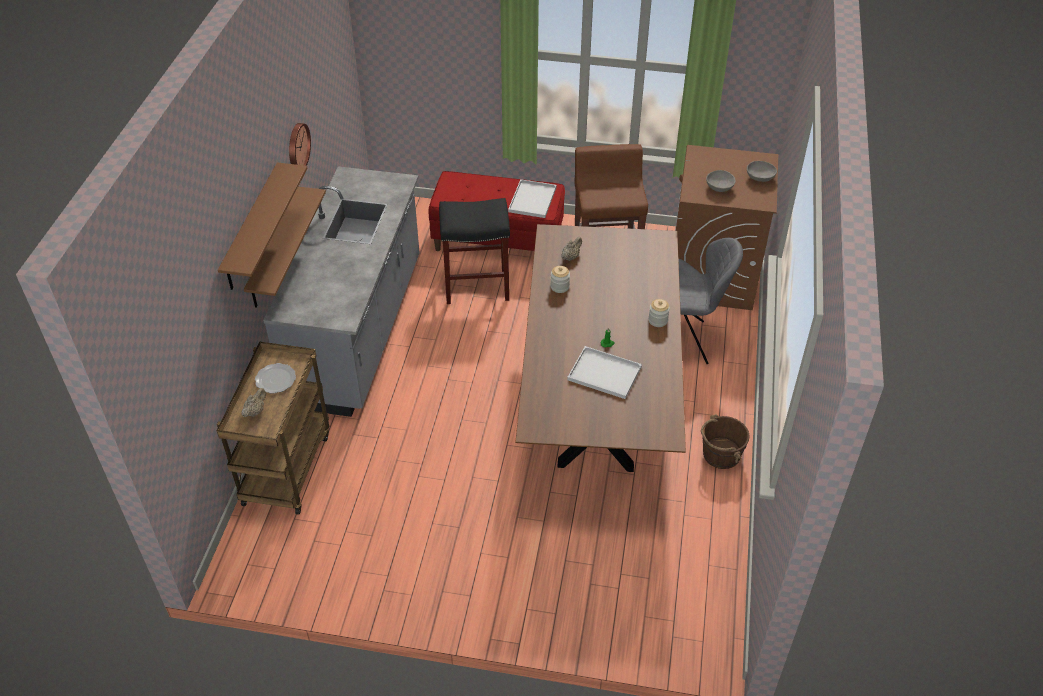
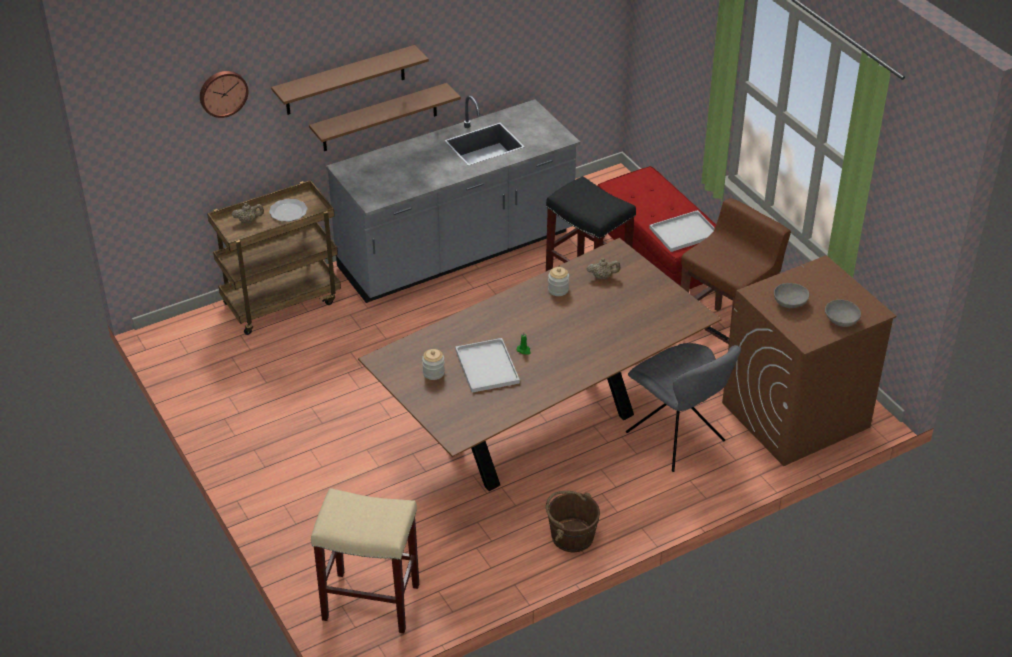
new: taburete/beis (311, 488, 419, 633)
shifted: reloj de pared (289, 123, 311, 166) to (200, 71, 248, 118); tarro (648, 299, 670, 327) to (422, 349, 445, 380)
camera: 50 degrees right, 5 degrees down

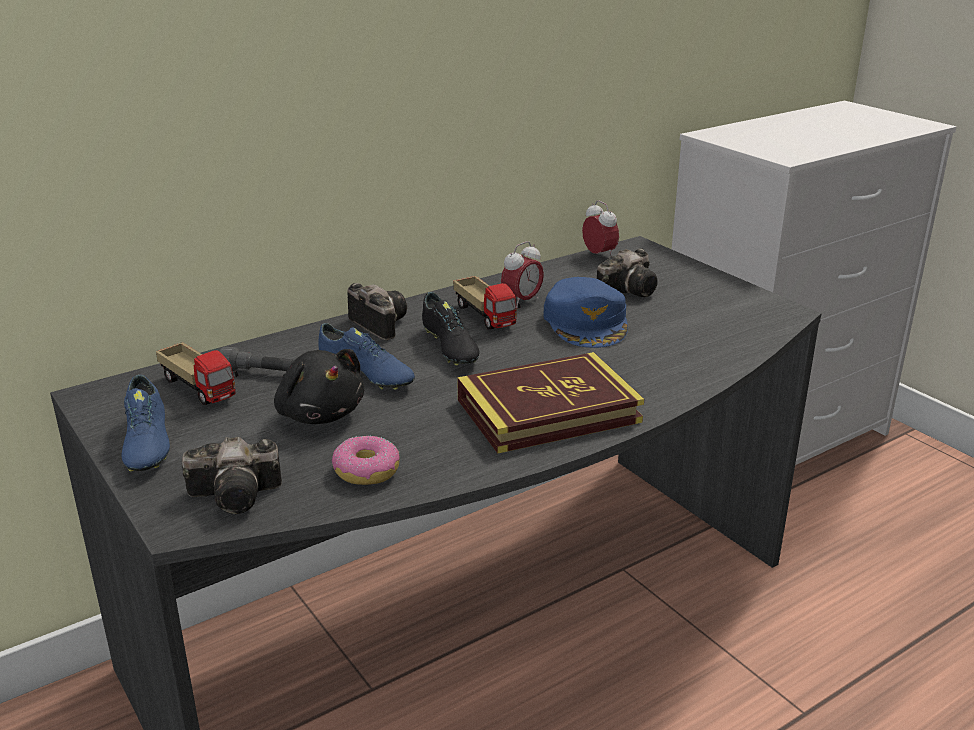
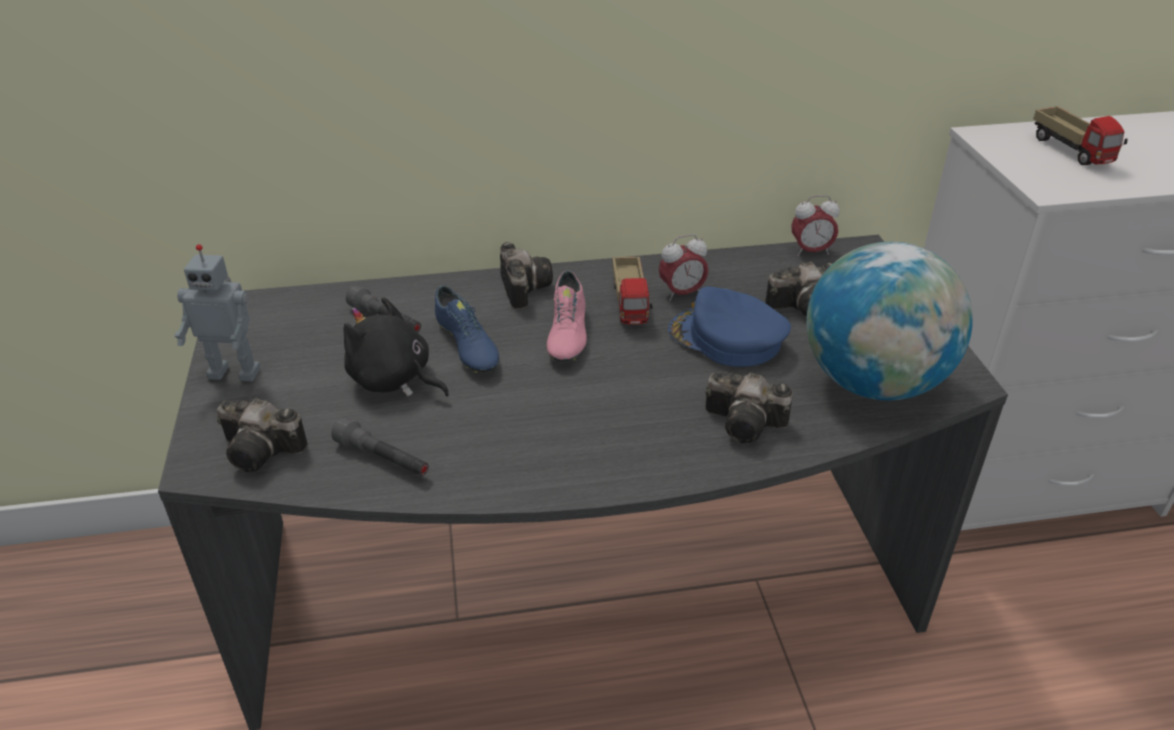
gone: libro (457, 352, 644, 453)
new: cámara (706, 372, 793, 443); globo terráqueo (806, 242, 973, 401)
shifted: camión de juguete (156, 342, 238, 405) to (1033, 106, 1128, 165)
swapped: zapato/azul (122, 375, 170, 472) to robot de juguete (174, 244, 260, 381); rosquilla (332, 436, 400, 485) to linterna/gris (331, 417, 429, 476)
repainted: zapato/negro (422, 292, 479, 366) to zapato/rosa (547, 270, 587, 361)
rotated: peluche/negro (274, 349, 364, 424) = (343, 297, 449, 397) 135 degrees clockwise; gorra/azul (544, 277, 628, 348) = (668, 286, 791, 367) 105 degrees clockwise; despertador (582, 200, 619, 256) = (791, 195, 840, 256) 90 degrees clockwise
camera: 25 degrees right, 10 degrees up

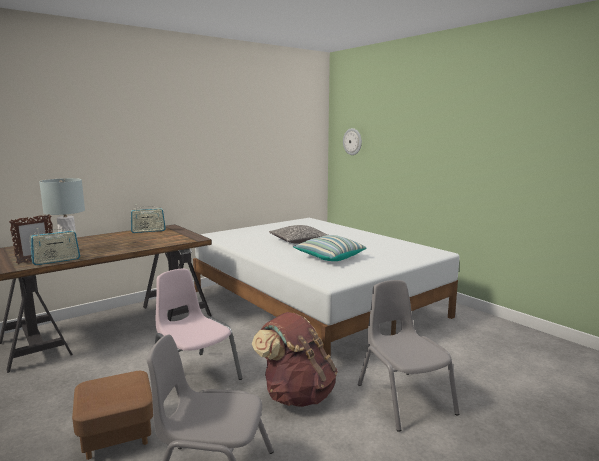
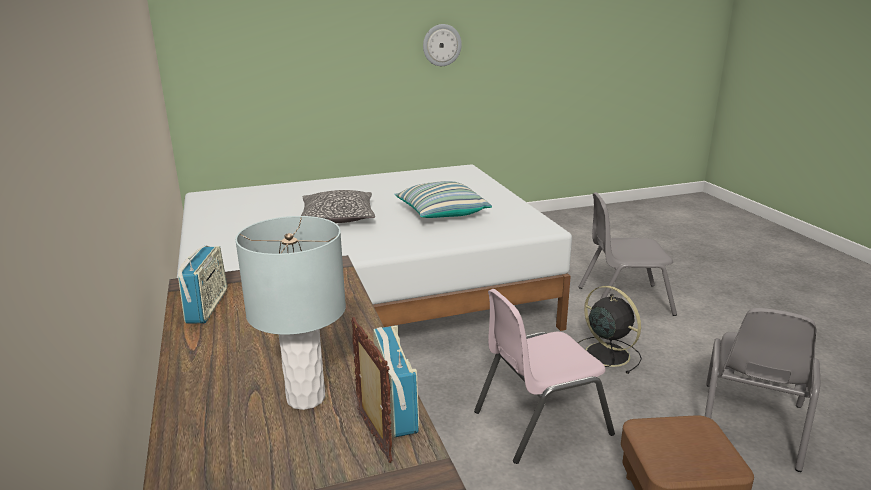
shifted: reloj de pared (343, 128, 362, 155) to (423, 24, 462, 66)
swapped: mochila/marrón (252, 312, 338, 407) to ventilador/negro (578, 286, 642, 374)
camera: 70 degrees left, 10 degrees up

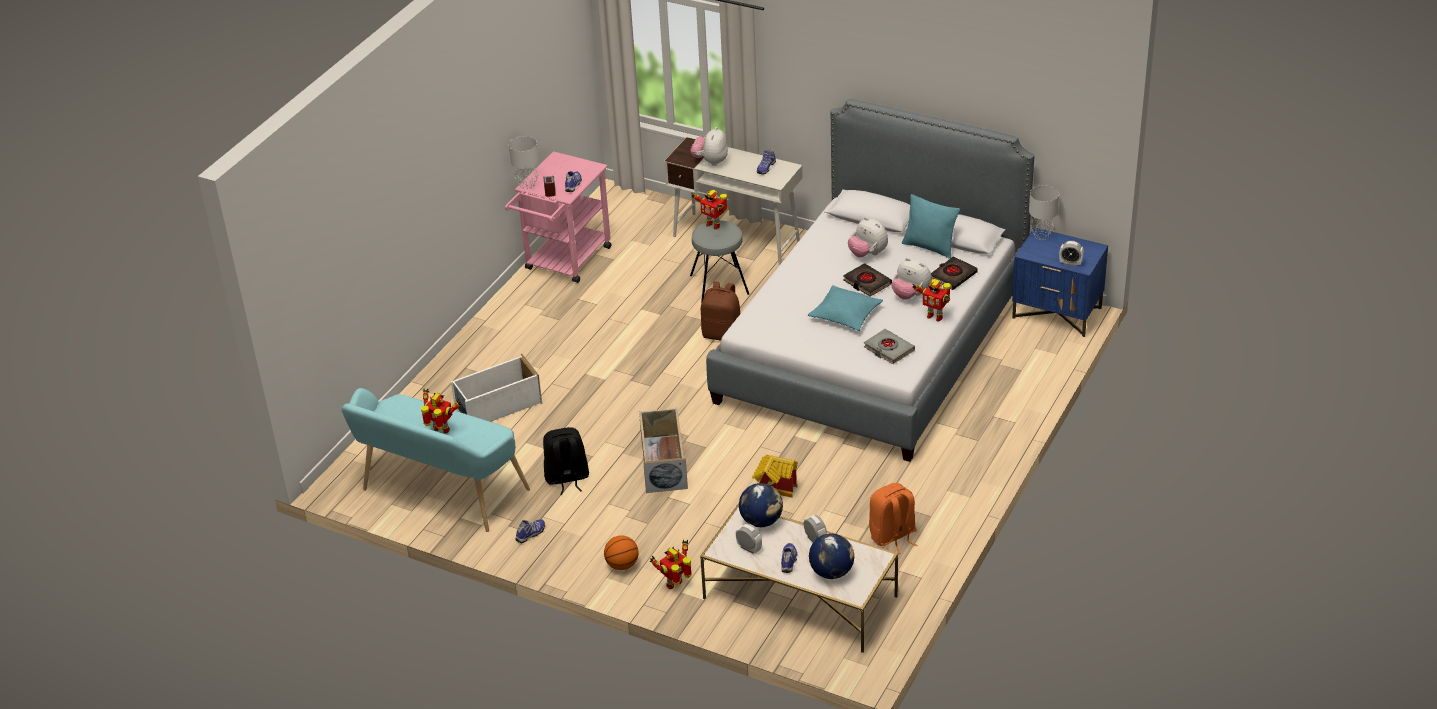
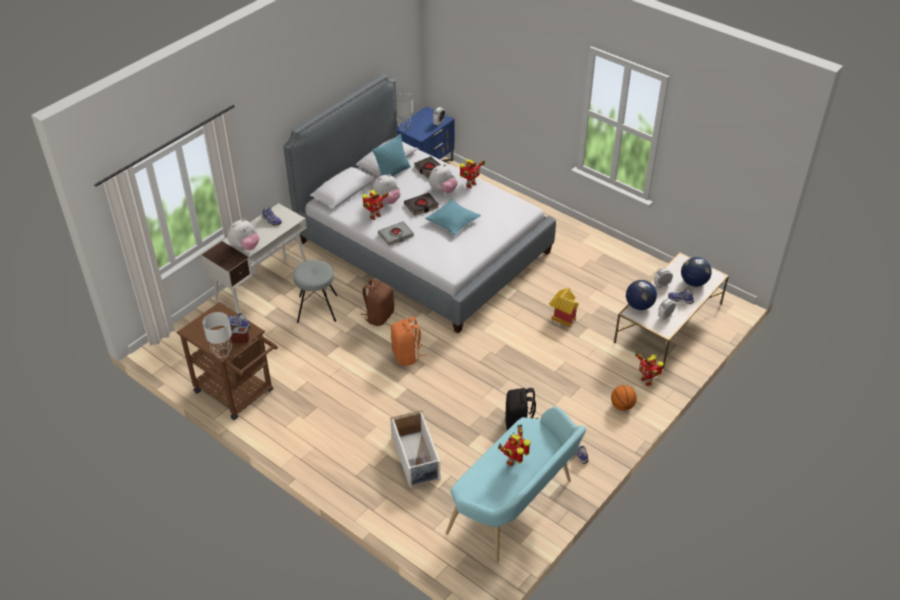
gone: caja de almacenaje/beis (639, 407, 688, 493)
shifted: robot de juguete (691, 190, 728, 229) to (362, 190, 389, 220); libro/gris (864, 329, 915, 364) to (378, 221, 414, 246); mochila/naranja (869, 483, 918, 554) to (391, 317, 426, 366)
repainted: carrito/rosa (505, 151, 611, 283) to carrito/marrón (177, 302, 278, 420)
rotated: peluche (691, 127, 728, 166) = (227, 219, 259, 250) 75 degrees counterclockwise
camera: 80 degrees left, 5 degrees up

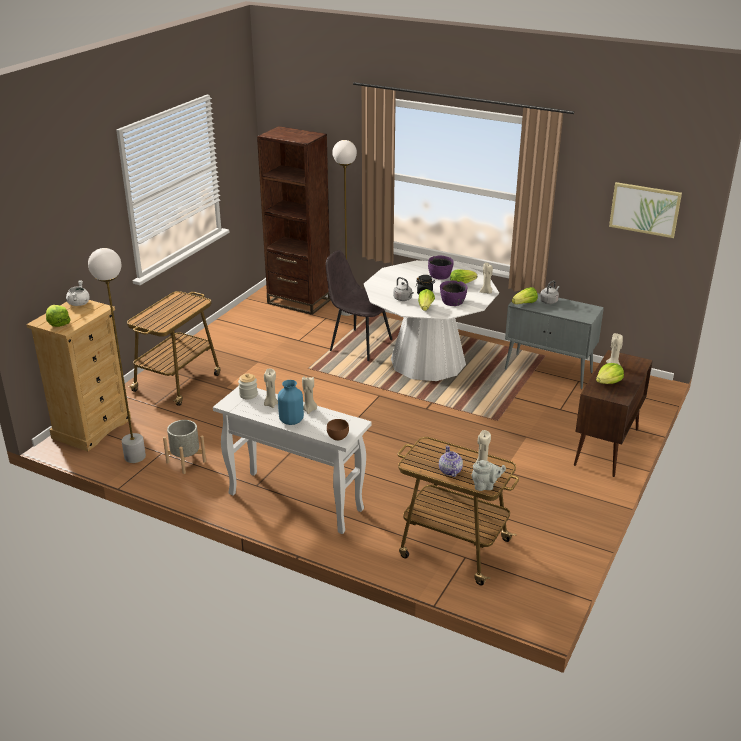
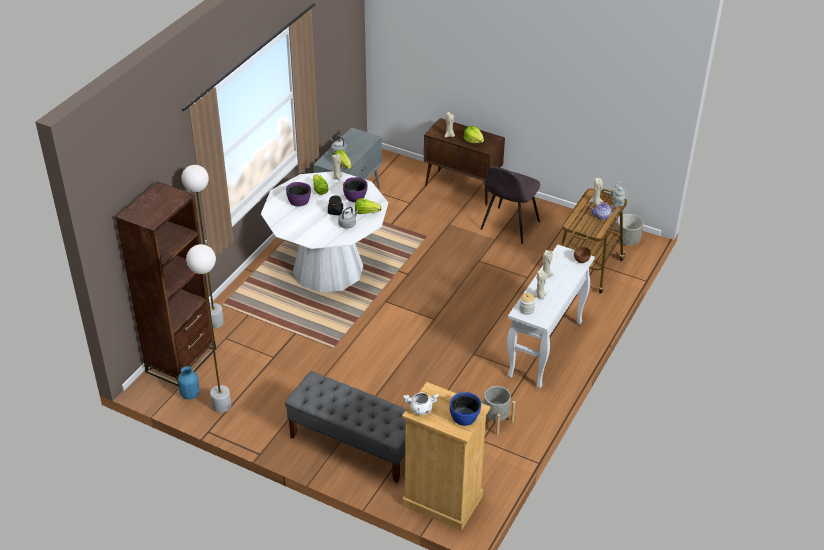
gone: cuadro (609, 182, 682, 238)
new: maceta/gris (617, 214, 644, 245)
shifted: lámpara de pie/blanco (88, 248, 146, 463) to (186, 244, 231, 413); florero/azul (278, 380, 304, 425) to (178, 366, 200, 400); silla/gris (326, 250, 392, 361) to (481, 167, 540, 244)
swapped: lechuga (46, 305, 71, 327) to cuenco/azul (450, 392, 481, 426); carrito (127, 291, 221, 406) to banco/gris (285, 371, 406, 483)
camera: 90 degrees left, 10 degrees up

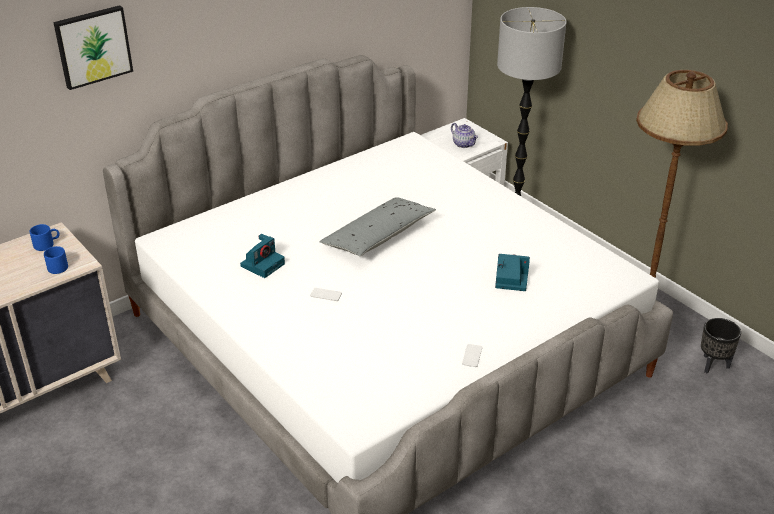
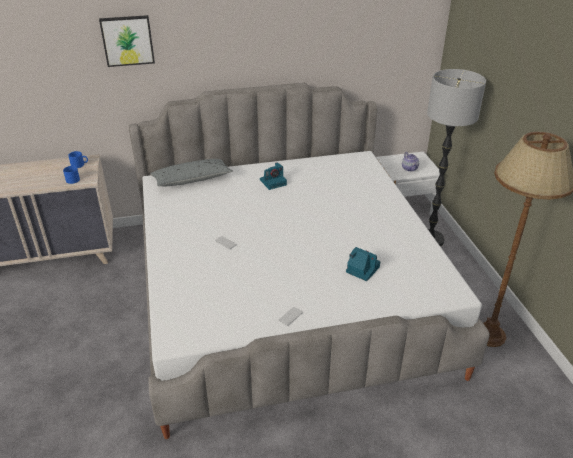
gone: maceta/negro (701, 318, 741, 374)
shifted: cámara (240, 234, 285, 278) to (260, 162, 287, 190); cojín/gris (319, 197, 436, 256) to (150, 159, 232, 187)
camera: 25 degrees right, 0 degrees up

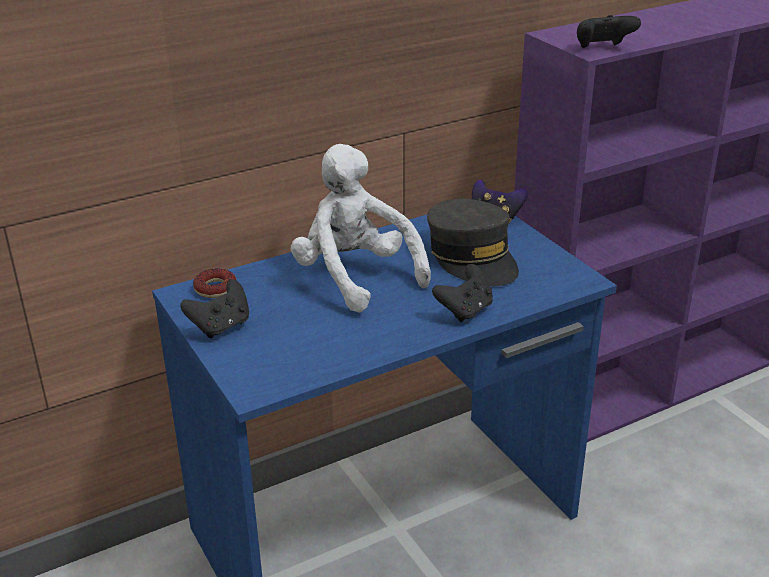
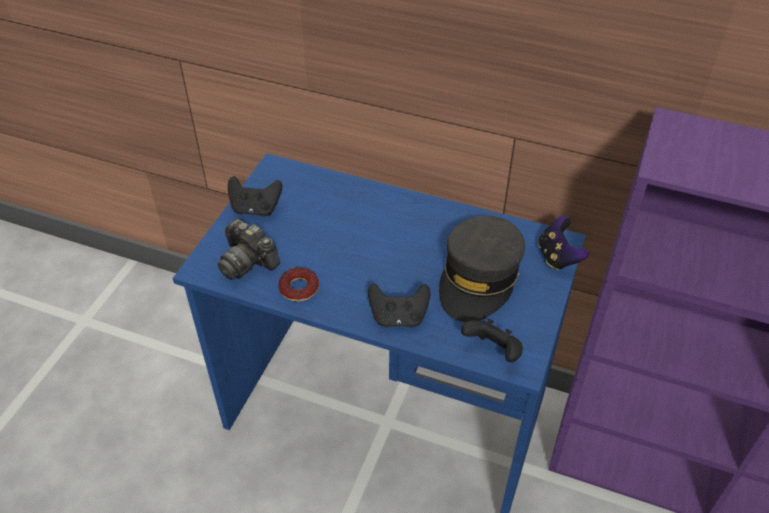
gone: peluche/blanco (291, 144, 431, 312)
new: cámara (217, 219, 280, 280)
shifted: rosquilla (193, 268, 237, 298) to (279, 267, 319, 302); mando de consola/negro (577, 15, 641, 48) to (461, 319, 523, 362)
camera: 50 degrees right, 15 degrees up

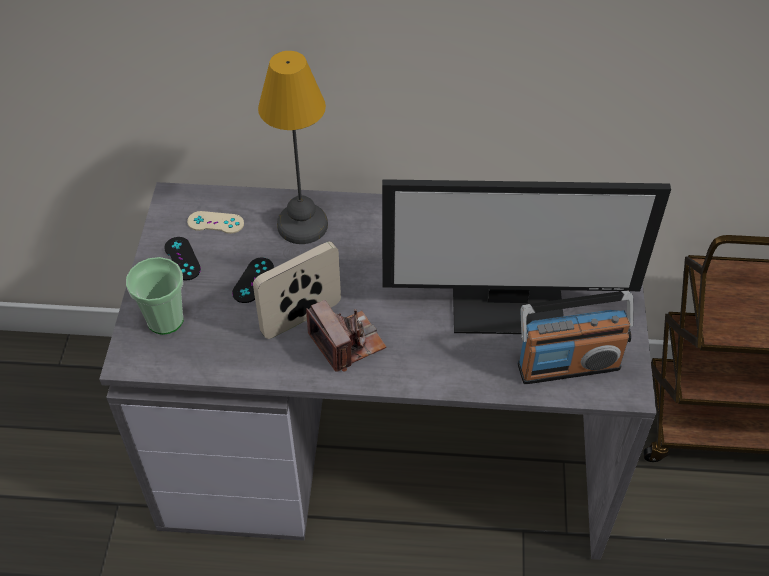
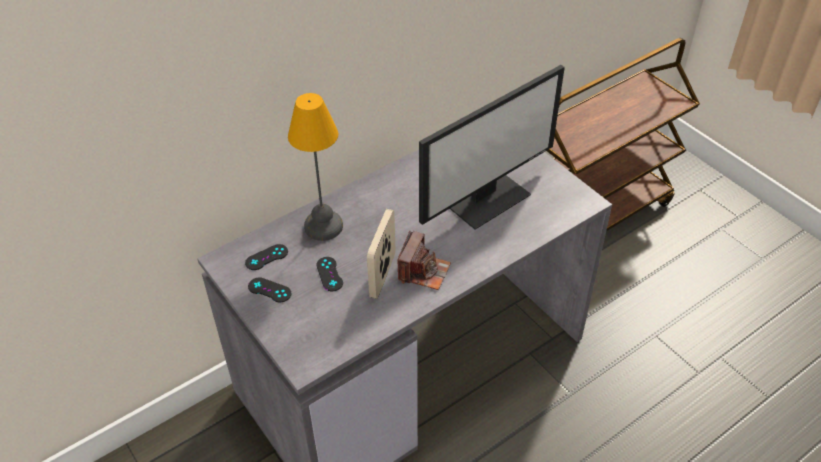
gone: taza (126, 257, 184, 335); radio (518, 291, 633, 384)
repainted: mando de consola/beis (187, 211, 244, 234) to mando de consola/negro (245, 244, 288, 270)
rotated: cámara (306, 300, 386, 372) = (397, 231, 451, 290) 90 degrees clockwise
camera: 40 degrees left, 5 degrees down

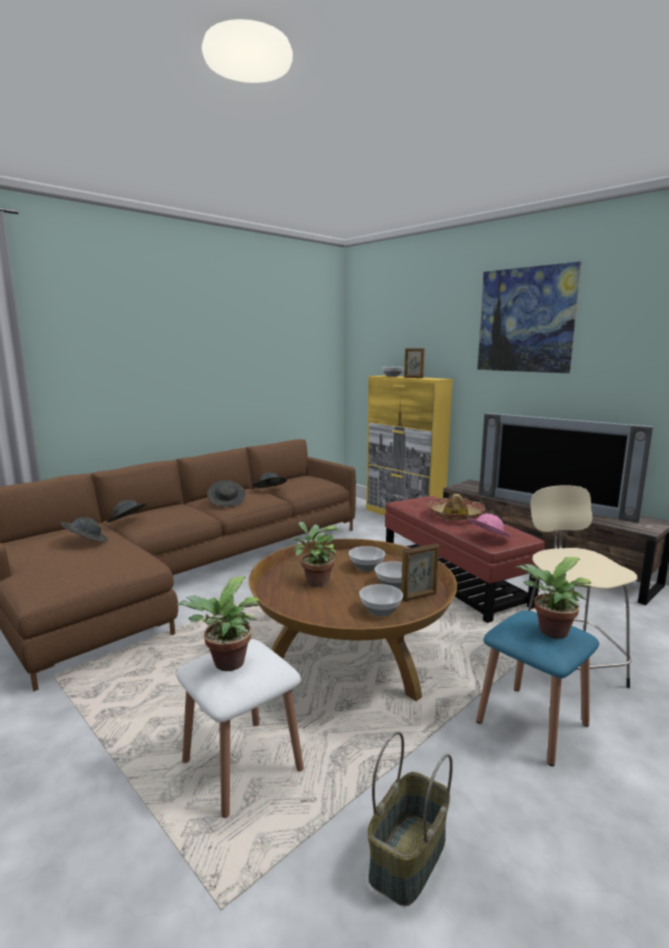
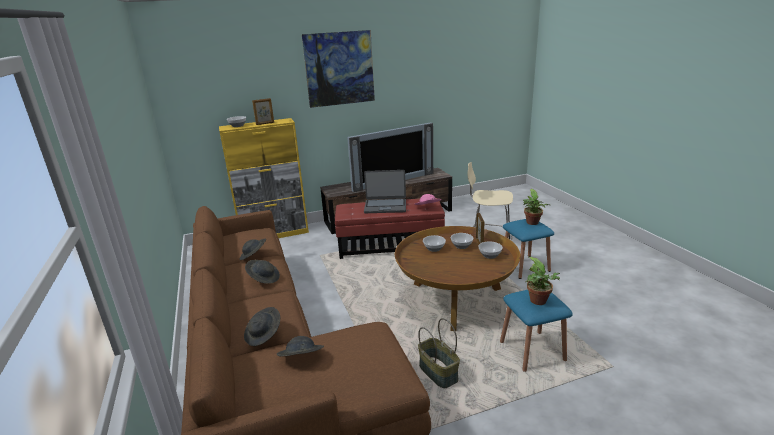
gone: planta en maceta (293, 522, 338, 587)
shifted: cesta (367, 731, 453, 906) to (418, 318, 460, 388)
swapped: sombrero (427, 494, 485, 520) to portátil (364, 170, 406, 213)
repainted: taburete/blanco (176, 639, 304, 818) to taburete/azul (500, 290, 573, 372)
camera: 65 degrees left, 10 degrees up

